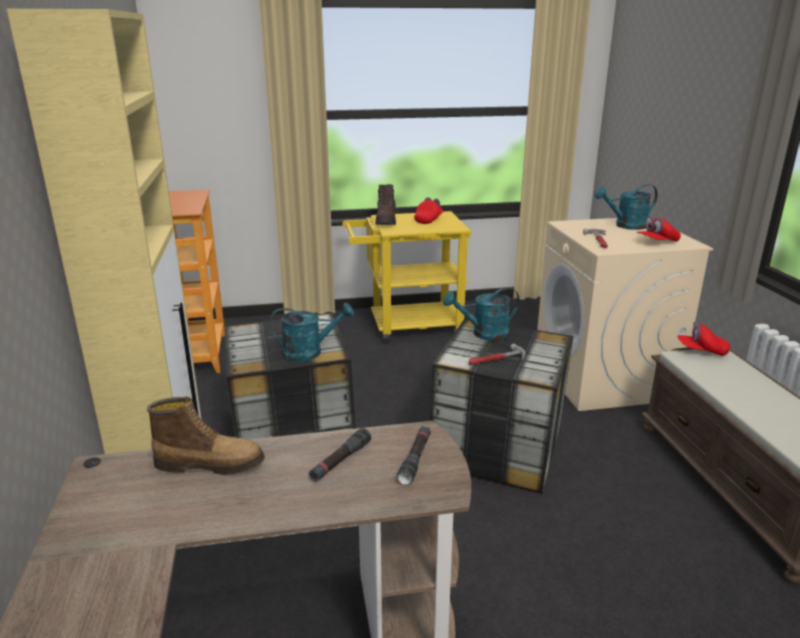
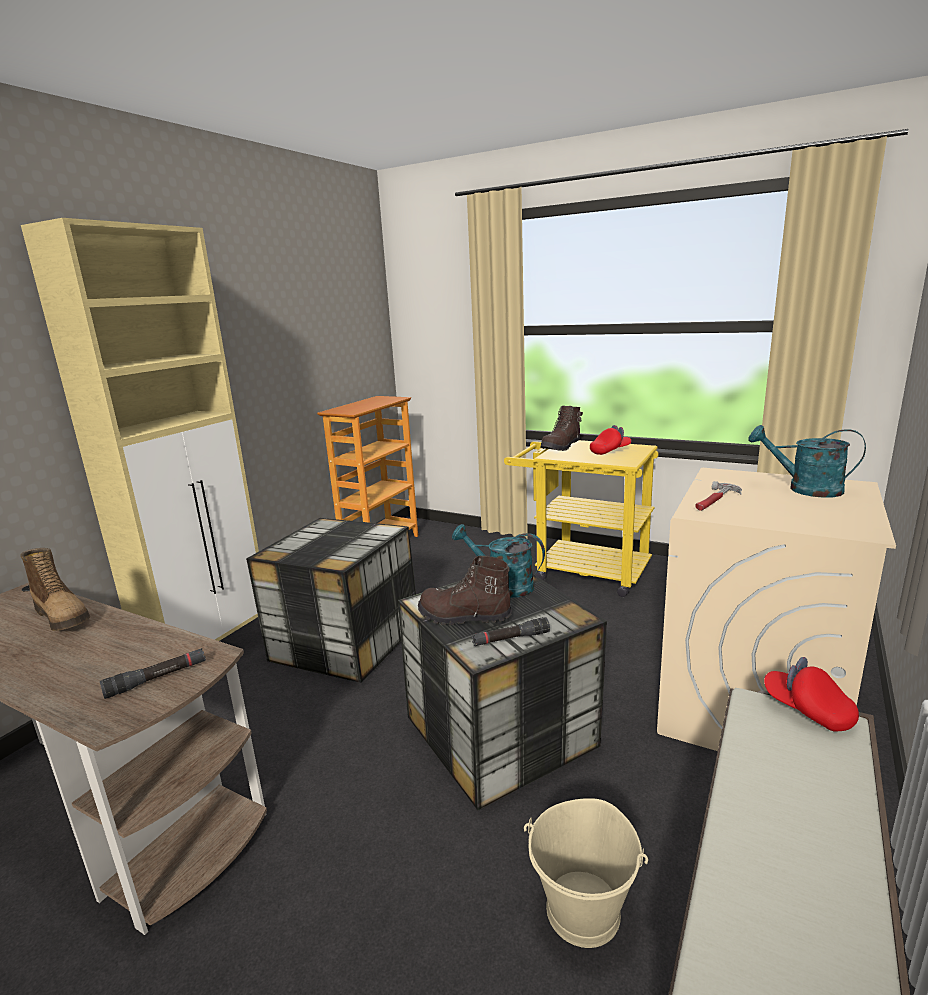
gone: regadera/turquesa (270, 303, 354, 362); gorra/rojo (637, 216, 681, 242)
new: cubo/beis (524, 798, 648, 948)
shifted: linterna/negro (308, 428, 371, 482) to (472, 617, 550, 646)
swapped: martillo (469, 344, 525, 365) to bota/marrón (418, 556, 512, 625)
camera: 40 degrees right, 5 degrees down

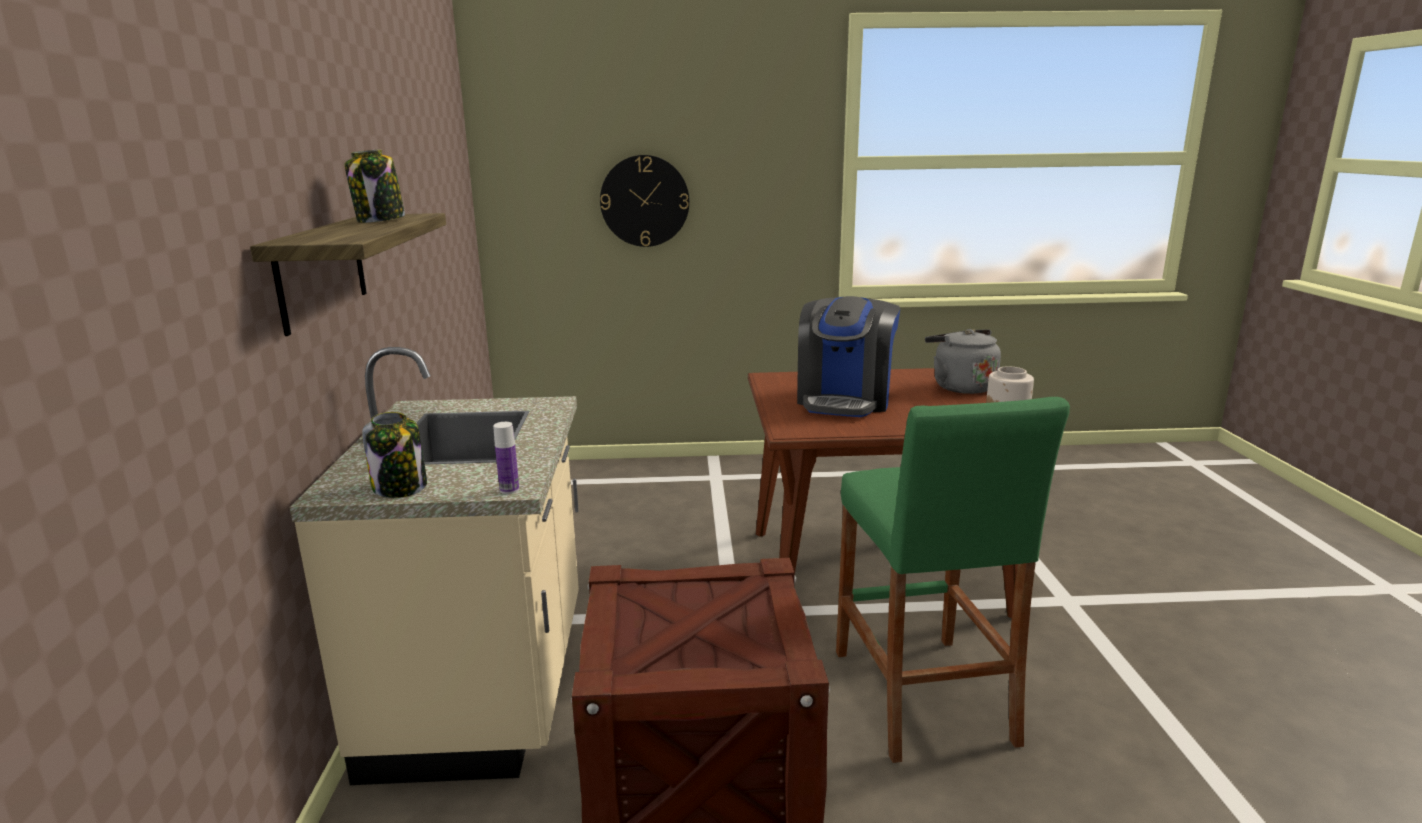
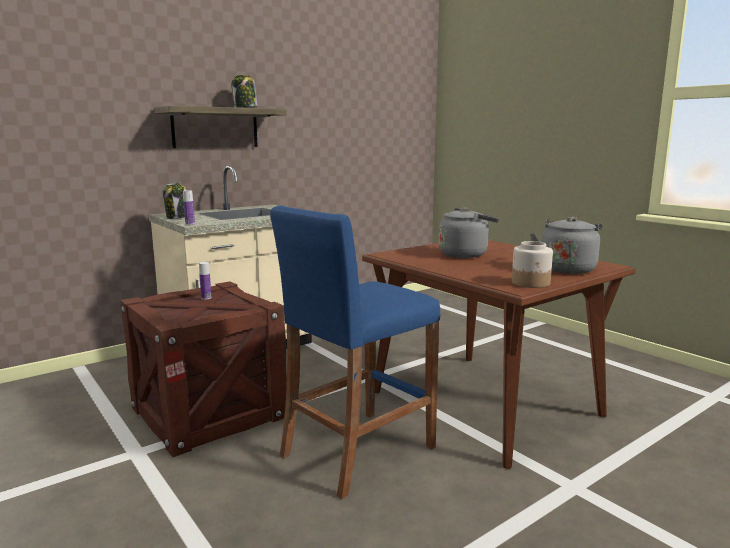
gone: reloj de pared (600, 155, 689, 247)
new: botella (199, 262, 211, 300)
swapped: cafetera (797, 296, 900, 417) to hervidor/gris (439, 207, 499, 258)
repainted: taburete/verde (836, 397, 1070, 763) to taburete/azul (270, 206, 440, 499)
camera: 55 degrees right, 5 degrees down

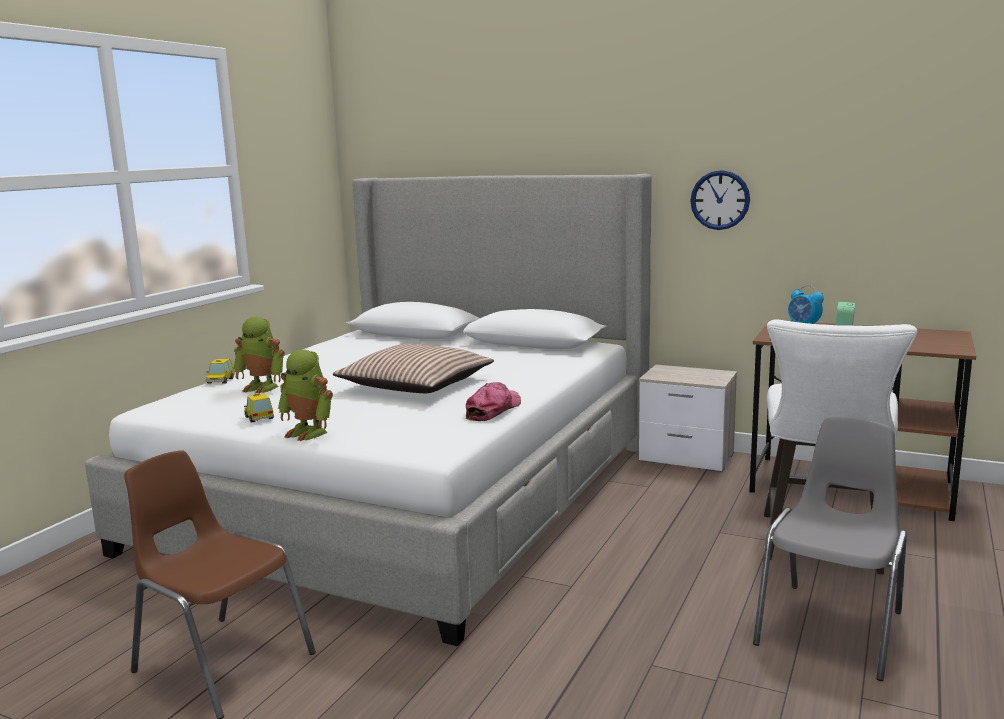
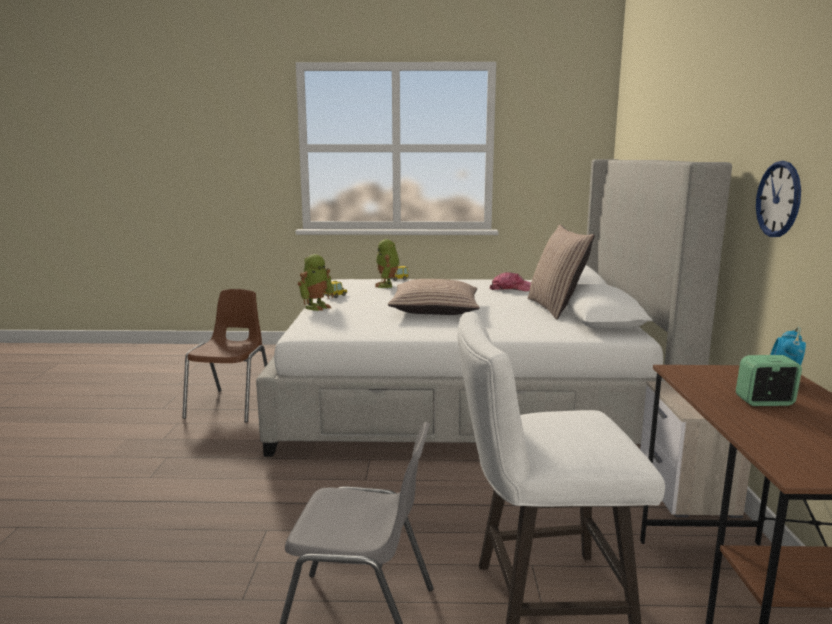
new: cojín (528, 225, 595, 320)
shifted: gorra (466, 382, 521, 421) to (490, 272, 531, 291)
rotated: robot de juguete (278, 349, 333, 441) = (298, 254, 334, 311) 150 degrees counterclockwise
camera: 65 degrees right, 0 degrees up

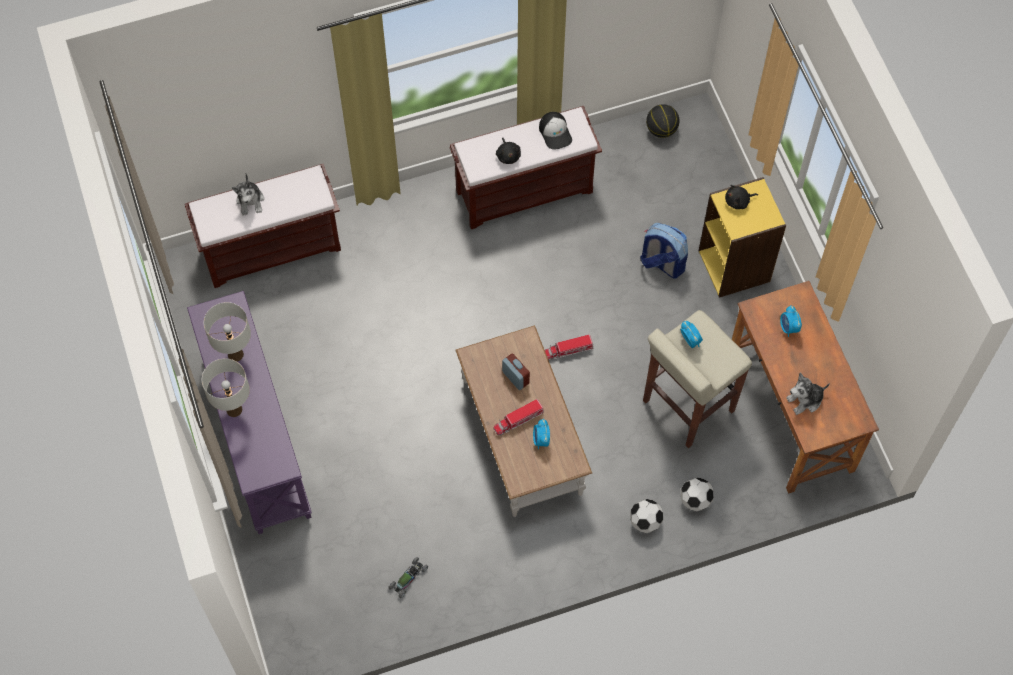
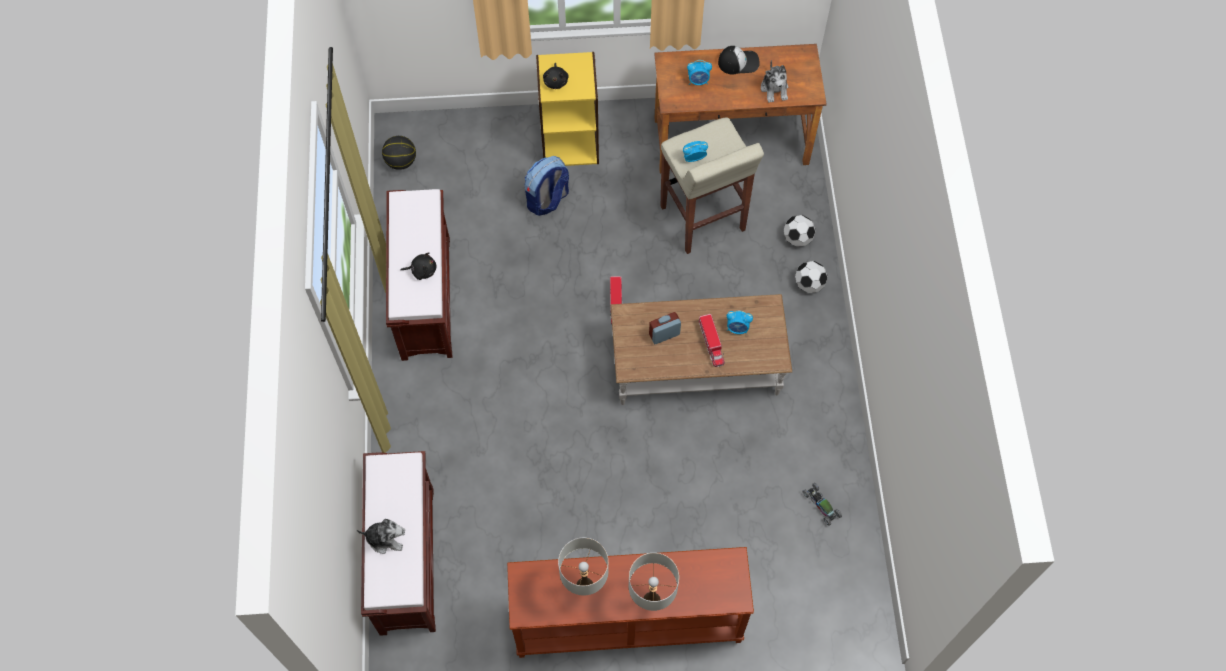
shifted: gorra (539, 112, 572, 150) to (718, 46, 760, 75)
repainted: mesa consola/morado (187, 291, 312, 534) to mesa consola/marrón (507, 547, 754, 658)
camera: 75 degrees left, 0 degrees up

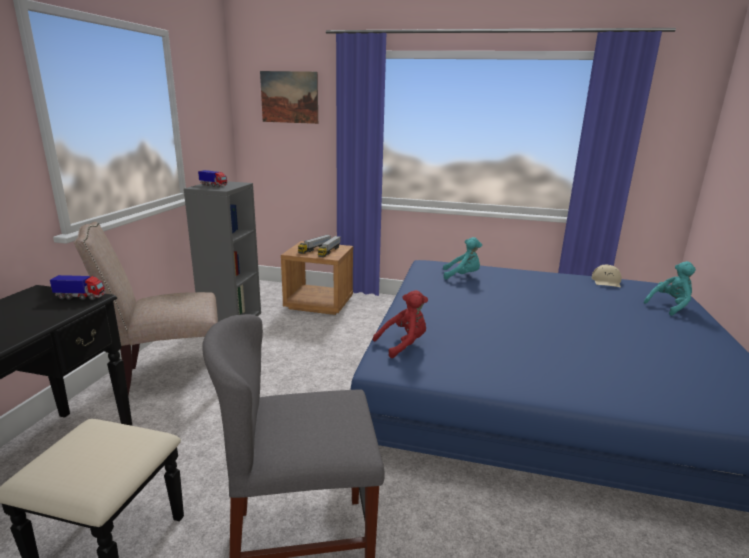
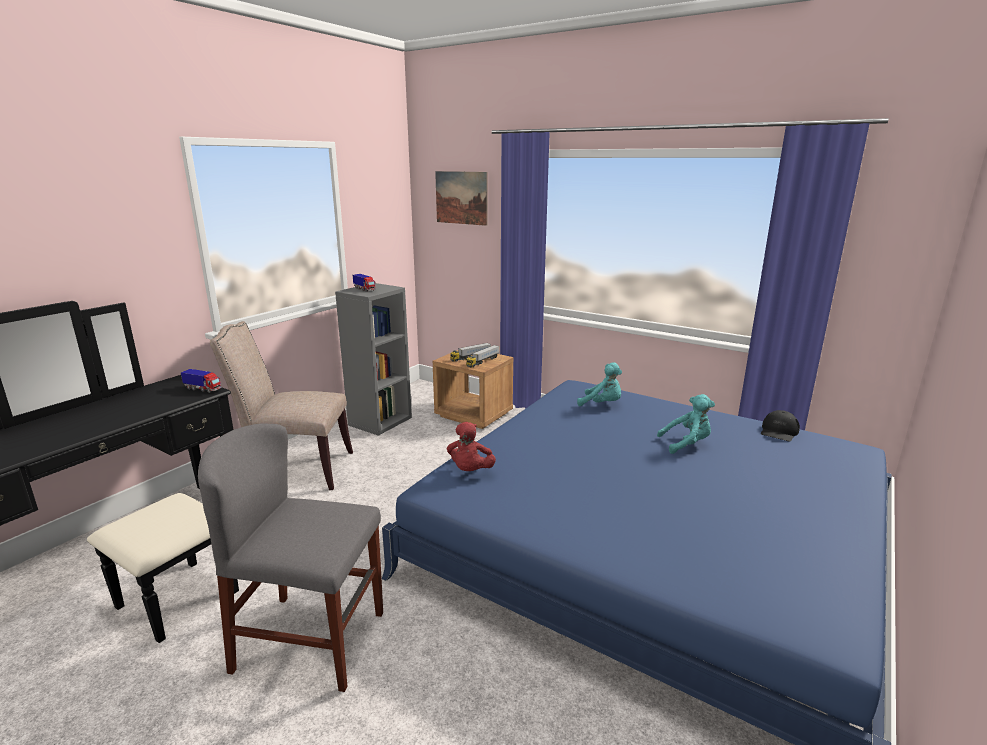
shifted: peluche/turquesa (644, 261, 696, 316) to (657, 394, 715, 454)
repainted: gorra/beis (592, 265, 622, 288) to gorra/negro (761, 410, 800, 441)
rotated: peluche/rojo (373, 290, 428, 358) = (447, 422, 496, 471) 105 degrees clockwise
camera: 20 degrees right, 0 degrees up

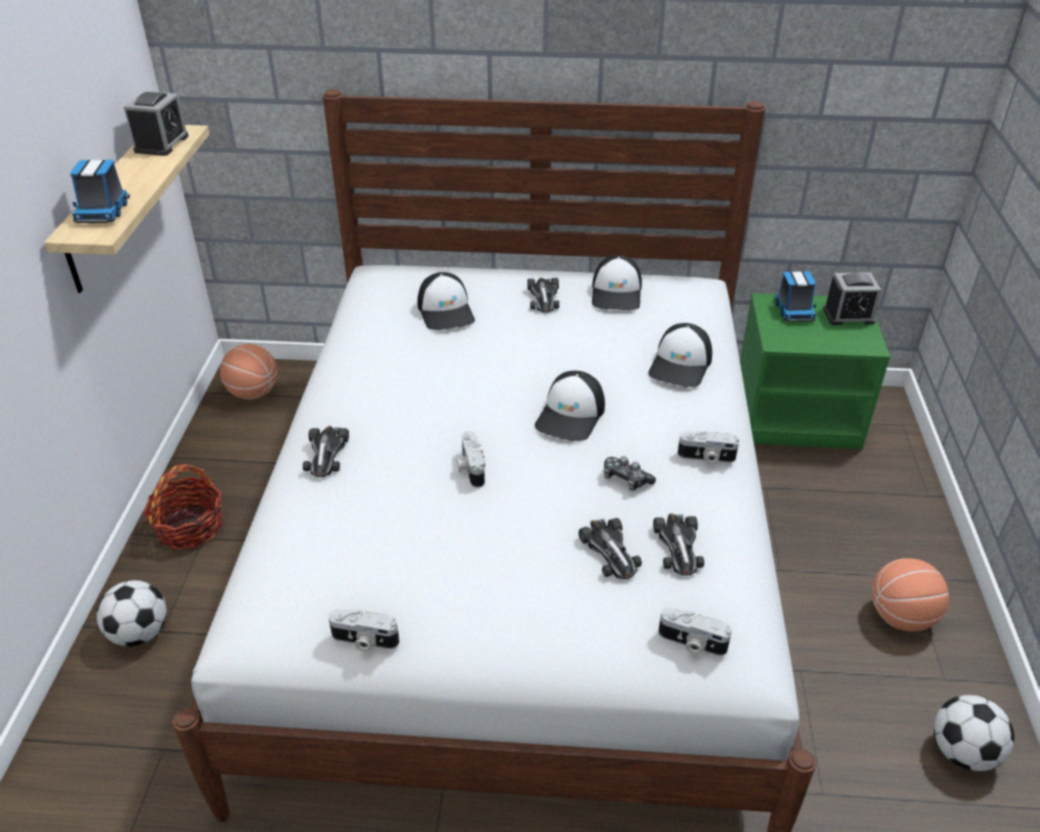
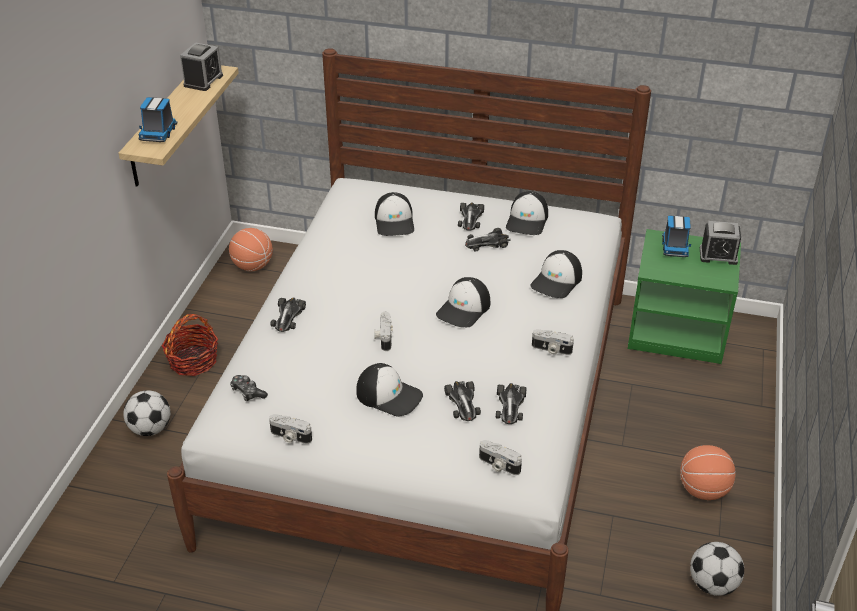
new: gorra (356, 363, 423, 417); coche de juguete (465, 228, 511, 252)
shifted: mando de consola (604, 456, 656, 491) to (230, 375, 268, 401)
camera: 10 degrees right, 0 degrees up

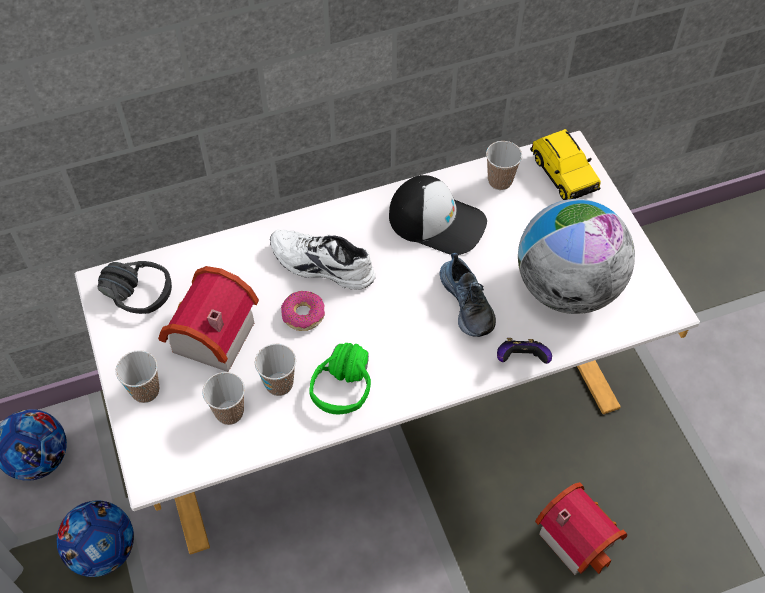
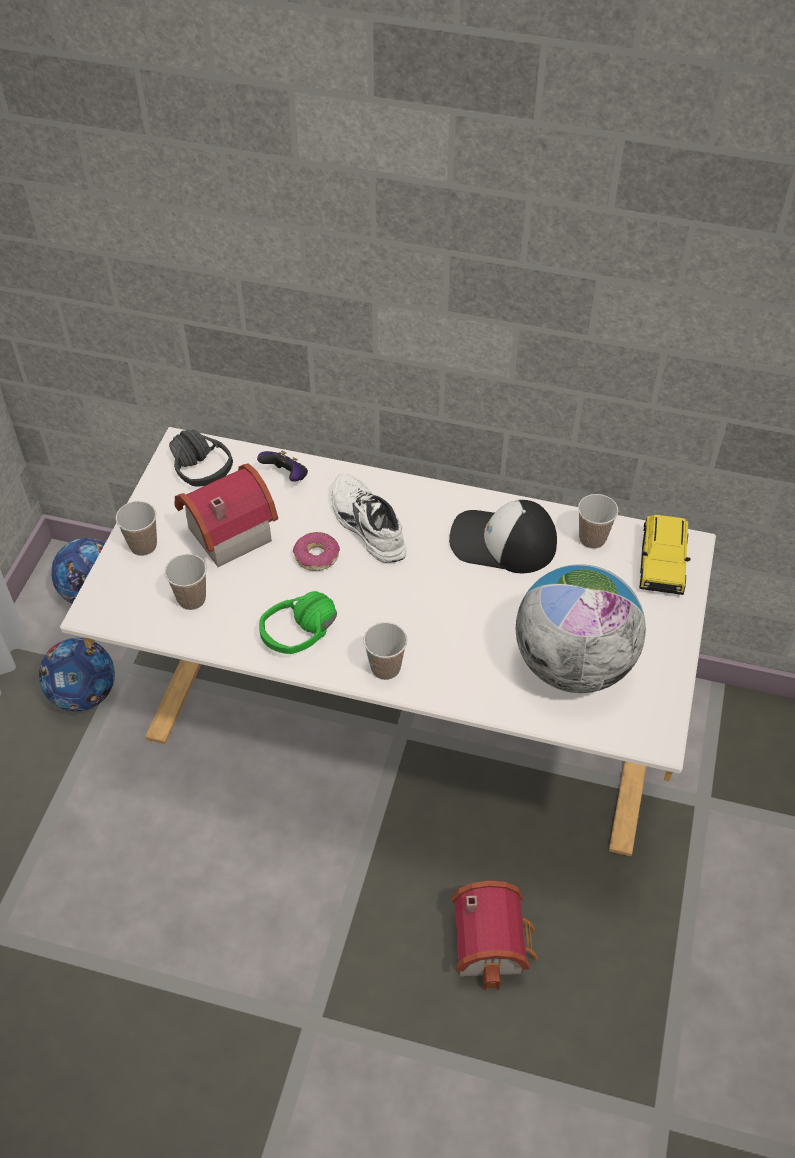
gone: zapato (440, 253, 496, 337)
shifted: taza (255, 343, 296, 396) to (364, 622, 407, 680); mando de consola (497, 338, 552, 364) to (257, 451, 308, 482)
rotated: gorra (389, 175, 487, 255) = (449, 500, 557, 573) 135 degrees clockwise
camera: 35 degrees right, 5 degrees down

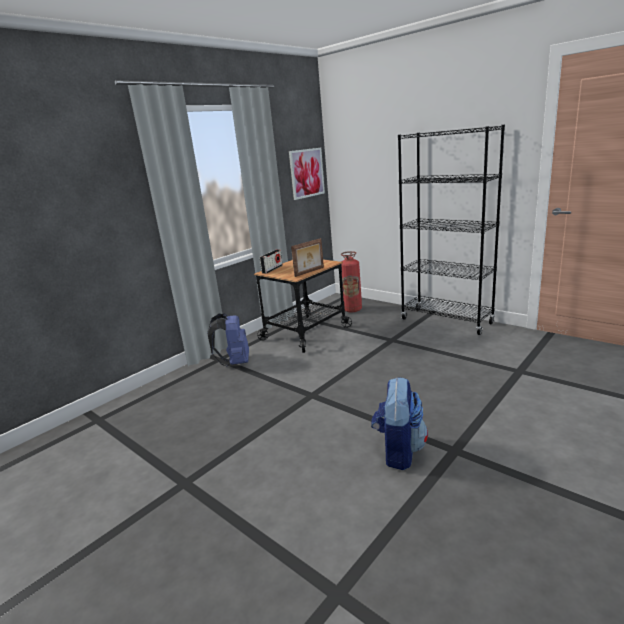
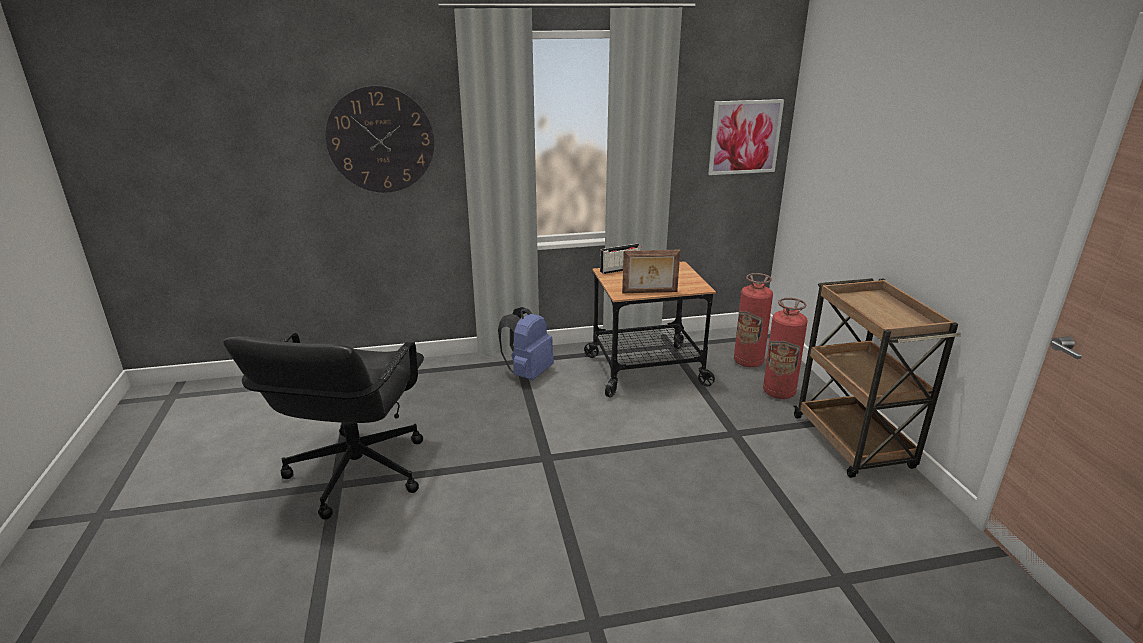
gone: mochila (371, 377, 428, 470)
new: silla de oficina/negro (223, 333, 424, 519); reloj de pared (326, 85, 434, 192); extintor (763, 297, 808, 399)
swapped: estantería/negro (398, 125, 505, 335) to carrito/marrón (793, 278, 961, 478)
camera: 35 degrees right, 5 degrees up

